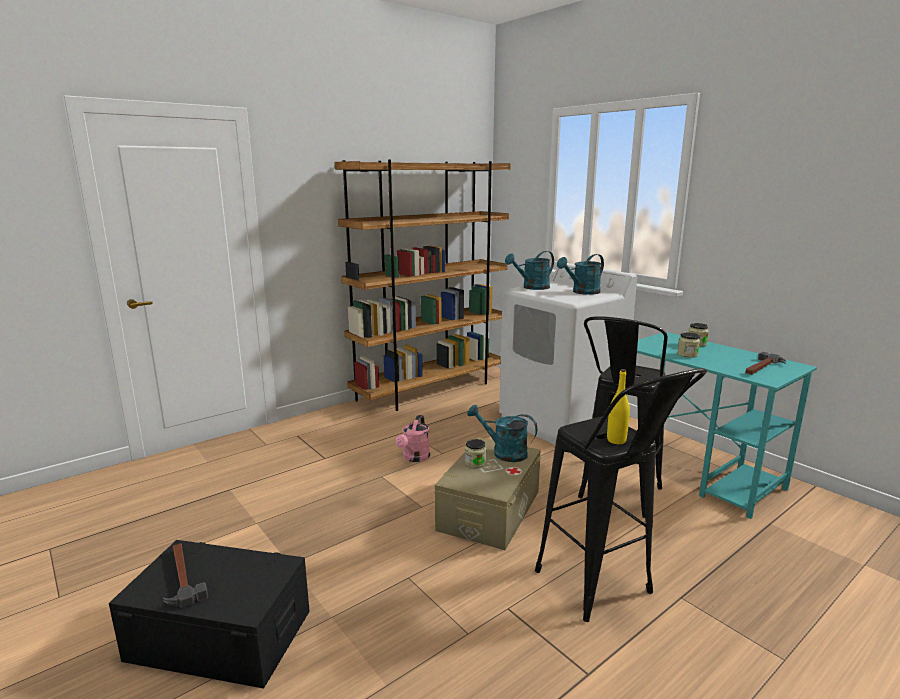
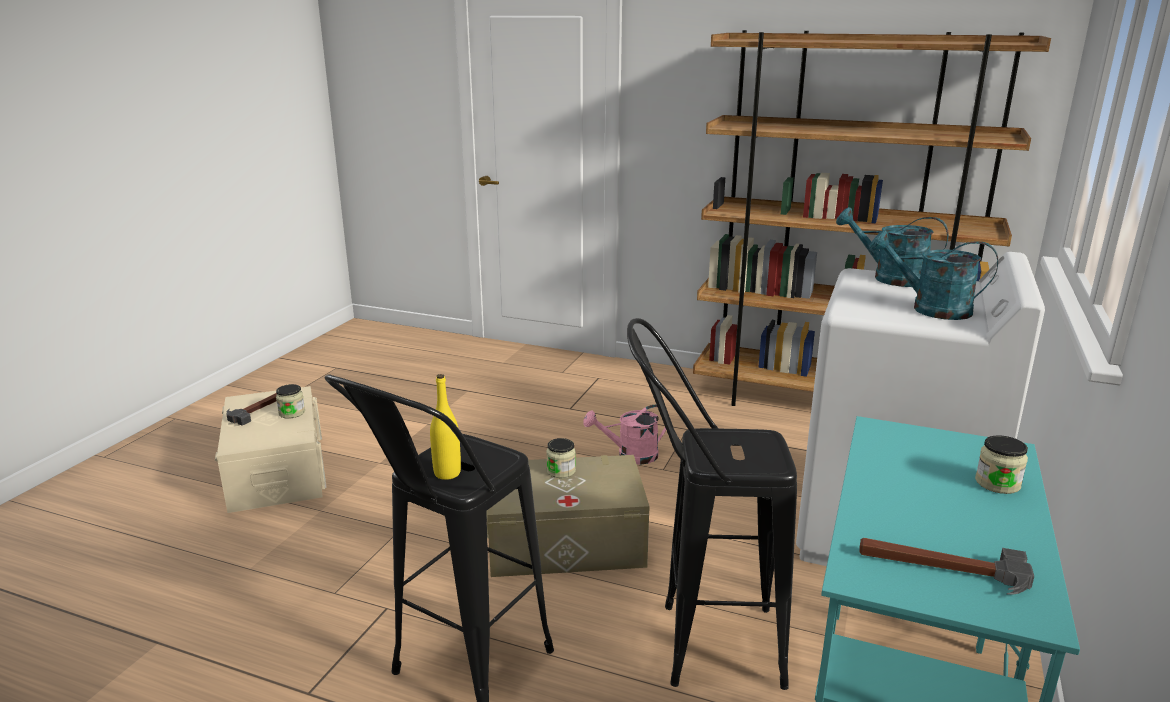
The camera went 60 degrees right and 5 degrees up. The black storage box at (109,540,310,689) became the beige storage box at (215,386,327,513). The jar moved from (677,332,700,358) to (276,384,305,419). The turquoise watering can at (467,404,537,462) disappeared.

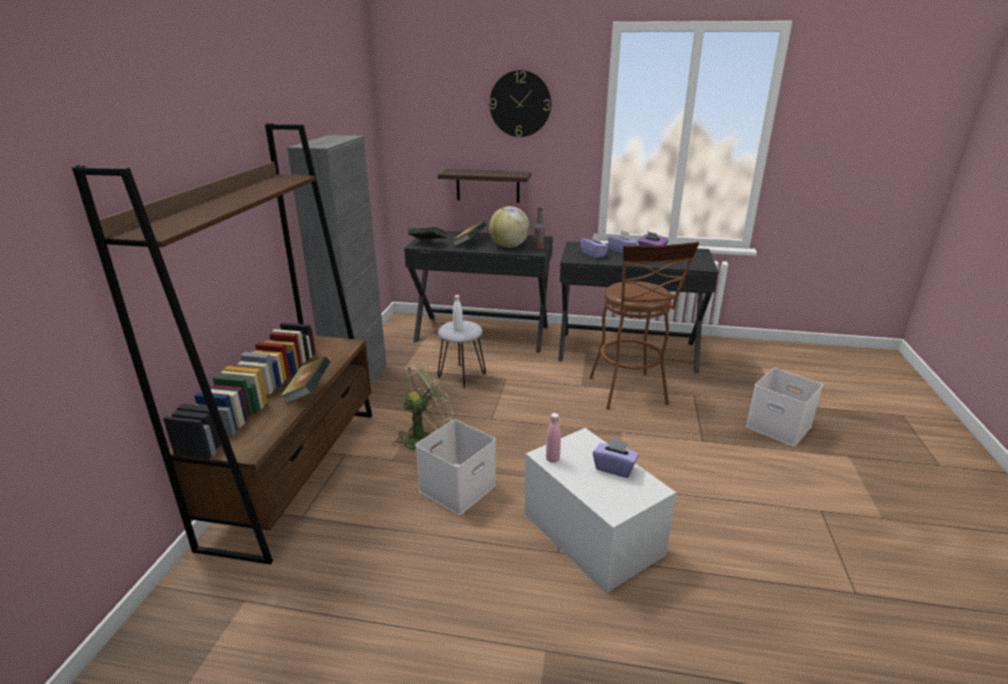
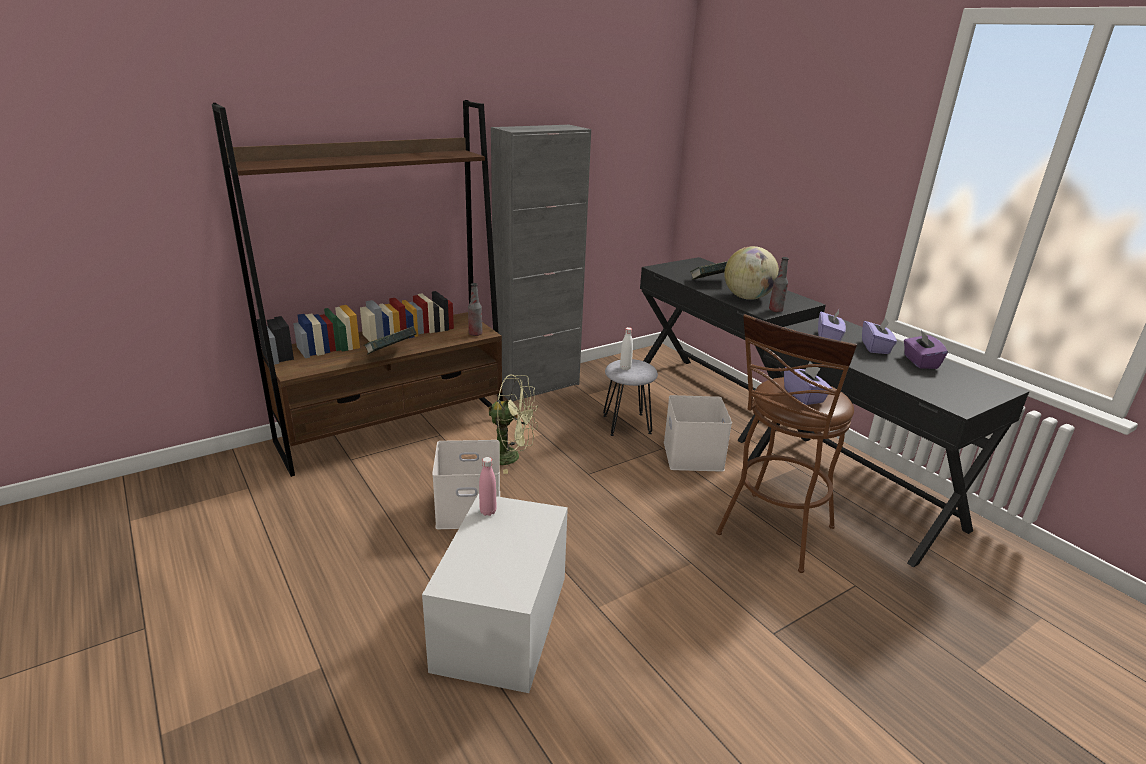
The camera went 45 degrees right and 0 degrees up. The bottle at (468,283,482,336) appeared. The white storage box moved from (746,368,823,446) to (664,395,732,472). The purple tissue box moved from (593,437,639,478) to (784,361,832,405). The book at (408,227,448,240) disappeared. The shelf at (438,169,531,203) disappeared. The wall clock at (489,70,551,137) disappeared.

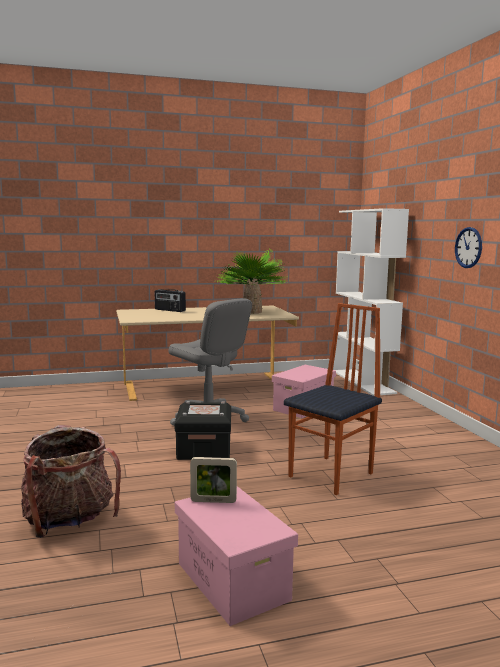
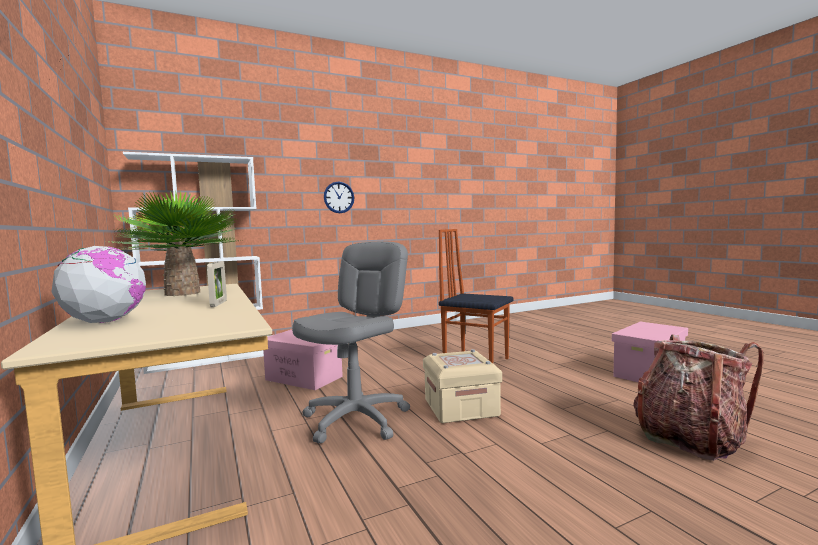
The camera went 100 degrees left and 5 degrees down. The radio at (155,289,186,312) was replaced by the globe at (51,246,147,323). The picture frame moved from (190,457,237,503) to (207,261,227,307). The black storage box at (175,401,231,460) became the beige storage box at (423,349,502,423).

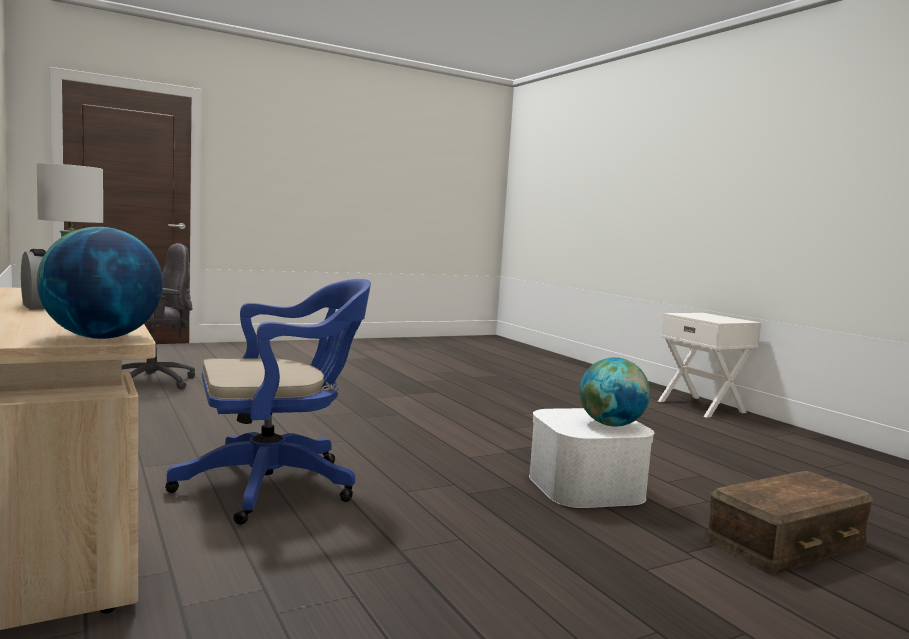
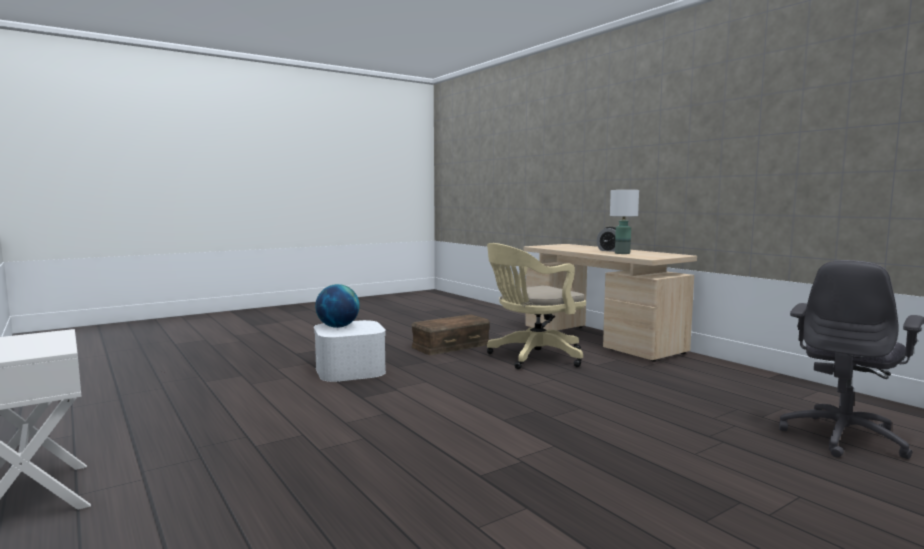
The camera went 175 degrees right and 0 degrees up. The brown storage box moved from (705,471,873,574) to (411,315,490,355). The blue office chair at (165,279,371,525) became the beige office chair at (487,243,586,369). The globe at (37,227,163,339) disappeared.

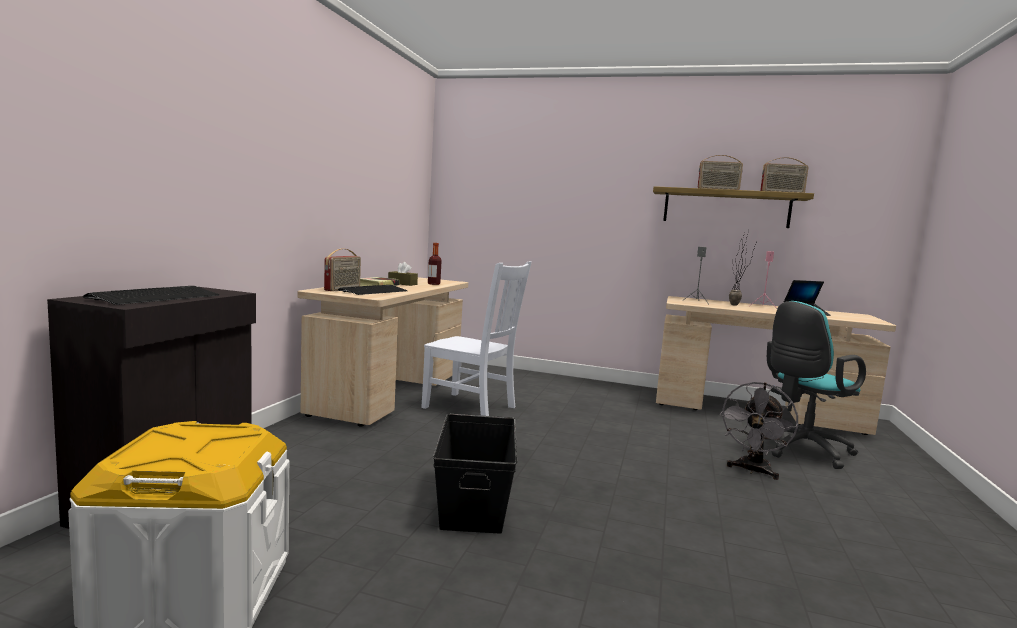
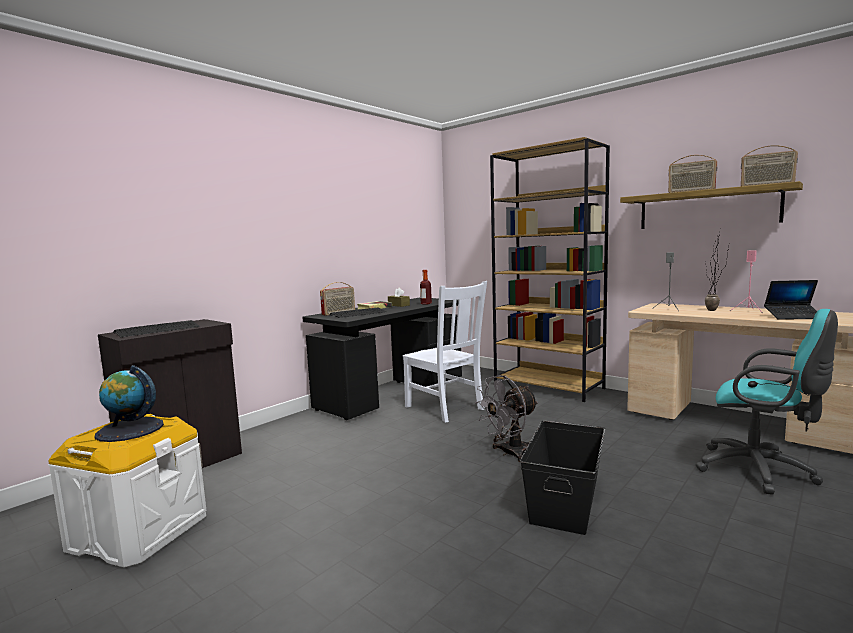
The camera went 25 degrees right and 0 degrees up. The globe at (94,365,164,442) appeared. The beige desk at (297,277,468,427) became the black desk at (302,298,462,420). The grey fan moved from (719,382,798,480) to (475,375,538,462). The brown bookcase at (490,137,610,402) appeared. The black storage box moved from (433,414,517,534) to (520,421,605,535). The turquoise office chair at (763,301,866,469) turned 135 degrees counterclockwise.

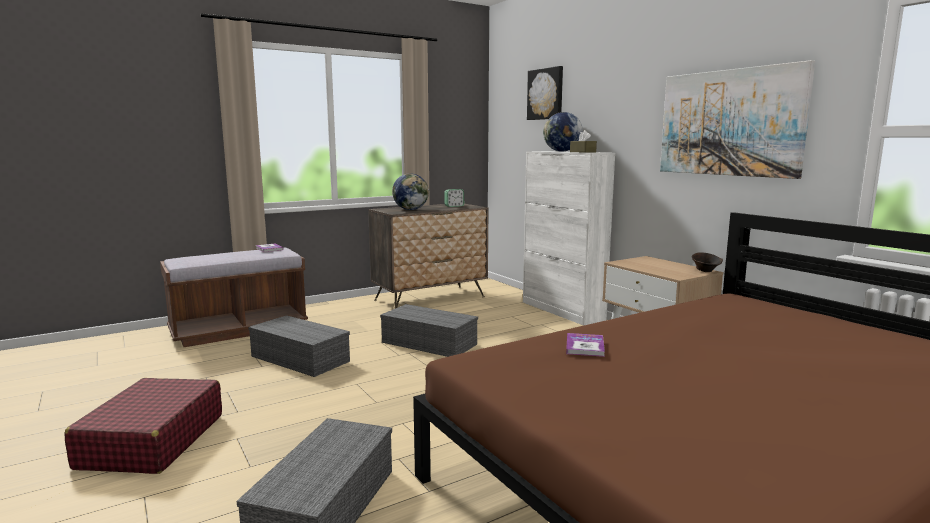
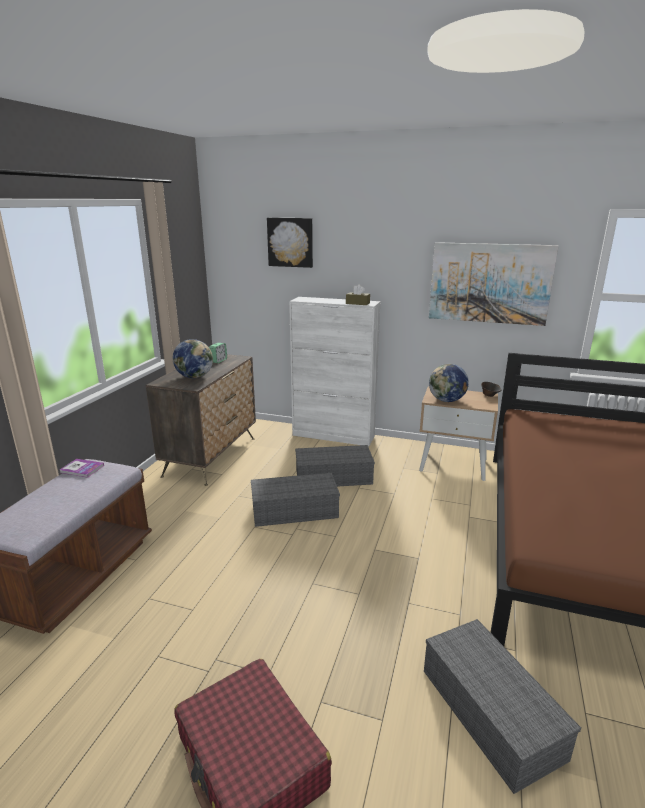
The camera went 40 degrees left and 10 degrees up. The grey storage box moved from (248,315,350,377) to (295,445,375,487). The globe moved from (543,112,583,152) to (429,364,469,402). The book at (566,333,605,357) disappeared.

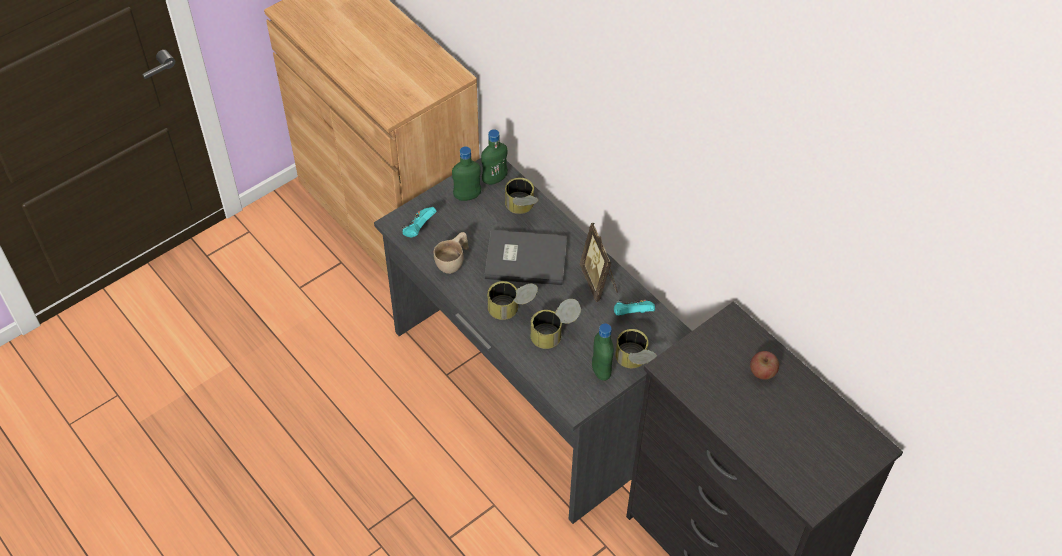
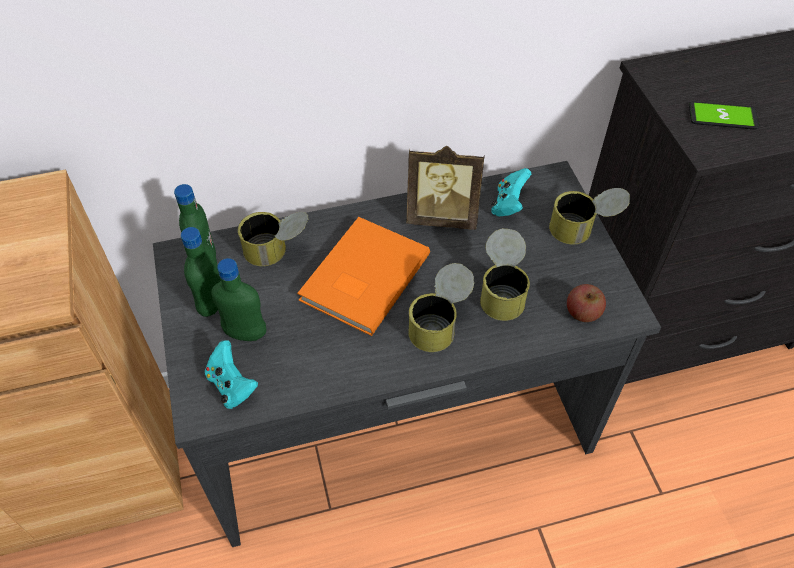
The camera went 65 degrees left and 0 degrees up. The green bottle moved from (592,323,614,381) to (211,258,266,341). The grey book at (485,230,567,285) became the orange book at (297,217,430,336). The apple moved from (750,351,779,380) to (567,284,606,322). The phone at (689,101,759,129) appeared. The beige cup at (434,232,469,274) disappeared.

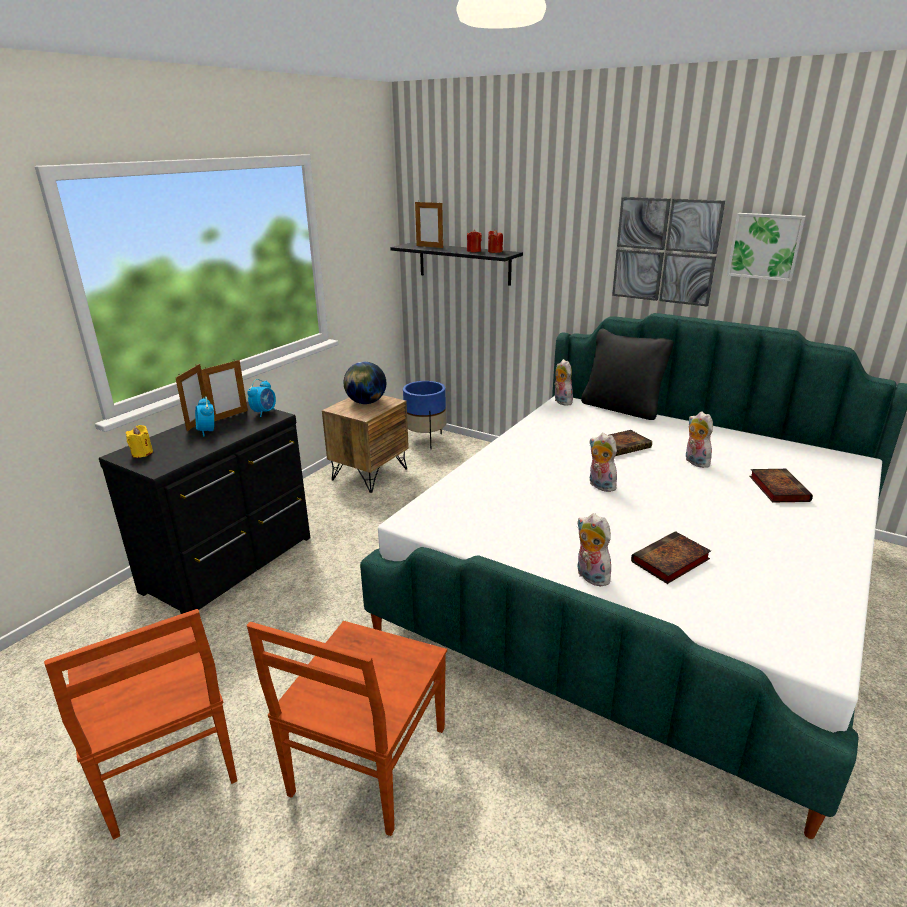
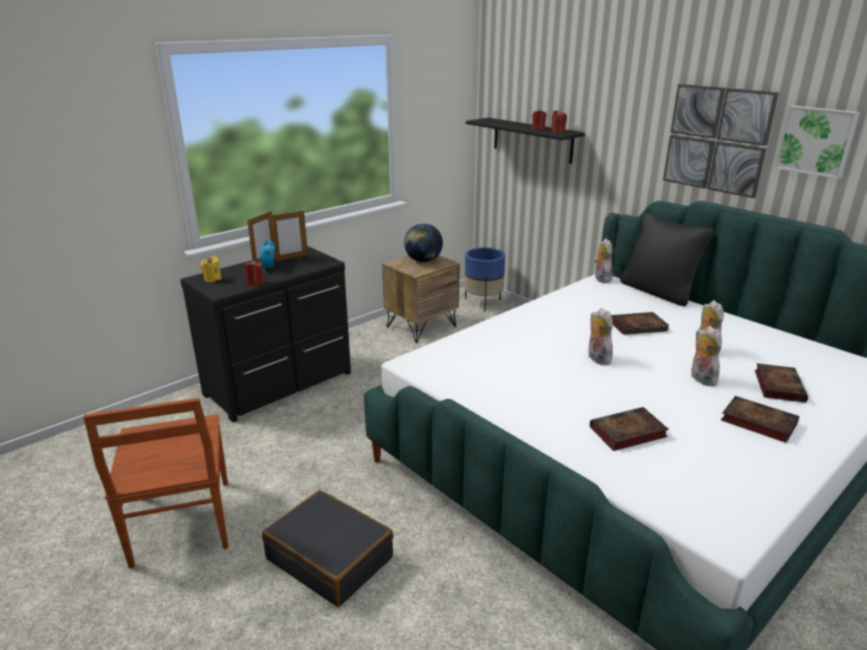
The camera went 15 degrees right and 0 degrees up. The red candle at (245,260,264,286) appeared. The brown chair at (247,621,447,836) was replaced by the black suitcase at (262,490,394,607). The plush toy moved from (577,513,611,586) to (691,326,722,386). The book at (721,396,799,443) appeared. The alarm clock at (247,379,276,417) disappeared. The picture frame at (415,200,443,248) disappeared.

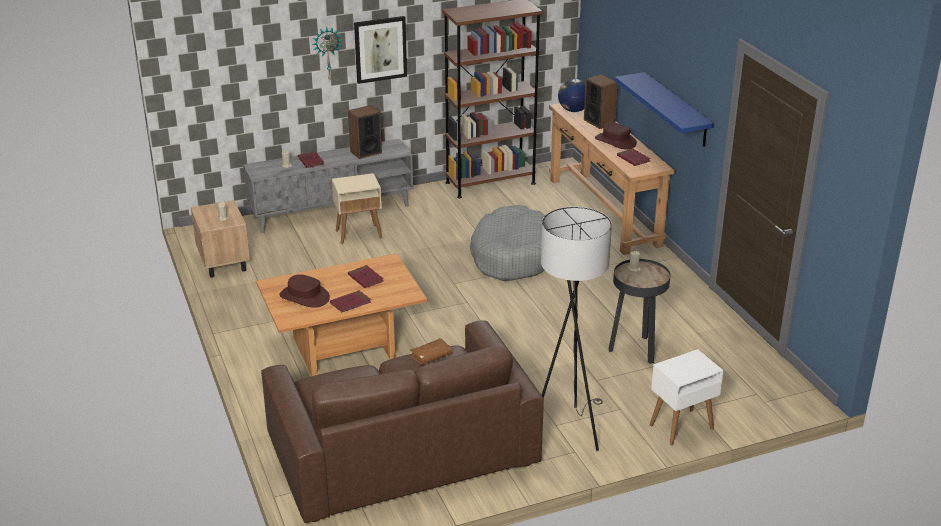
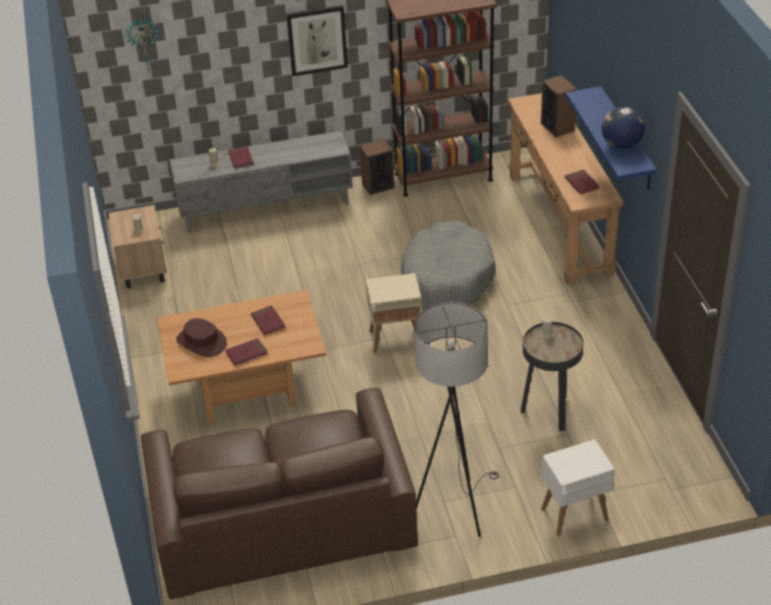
The camera went 10 degrees right and 10 degrees up. The wall clock moved from (312,27,343,80) to (125,17,160,72). The speaker moved from (348,105,382,159) to (360,139,395,195). The beige side table moved from (332,173,382,244) to (366,273,422,353). The globe moved from (558,79,586,112) to (602,107,645,150). The brown book at (410,338,453,365) disappeared. The brown hat at (595,122,637,149) disappeared.

